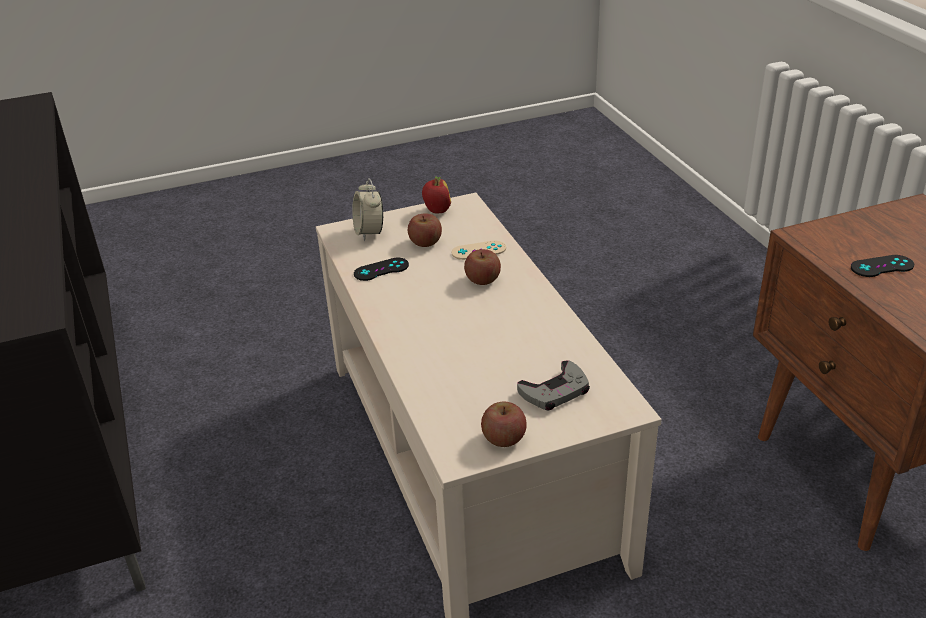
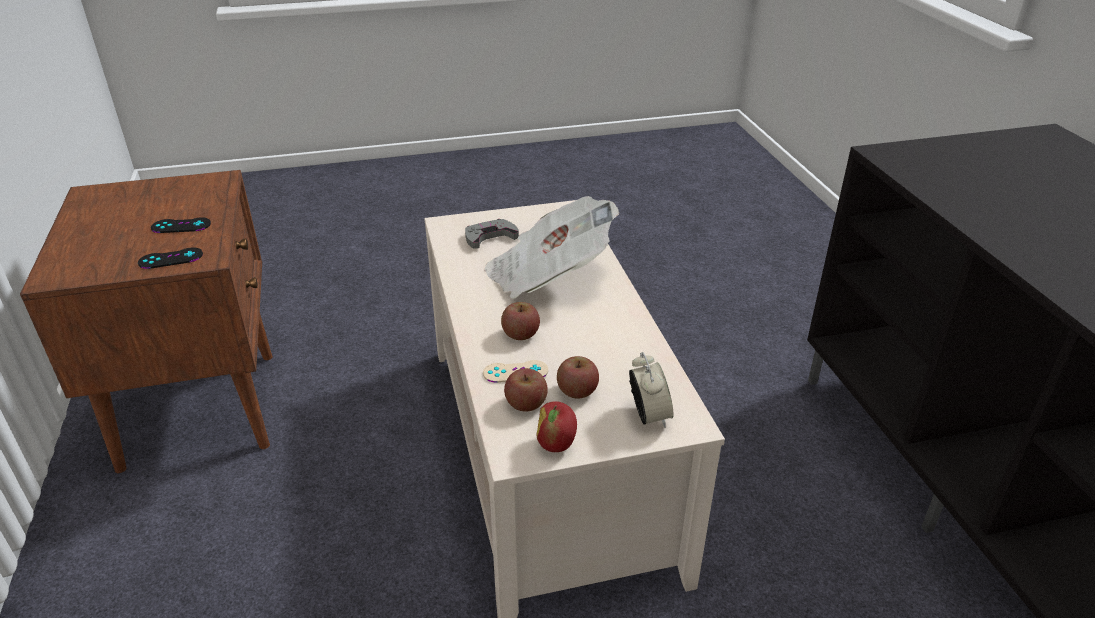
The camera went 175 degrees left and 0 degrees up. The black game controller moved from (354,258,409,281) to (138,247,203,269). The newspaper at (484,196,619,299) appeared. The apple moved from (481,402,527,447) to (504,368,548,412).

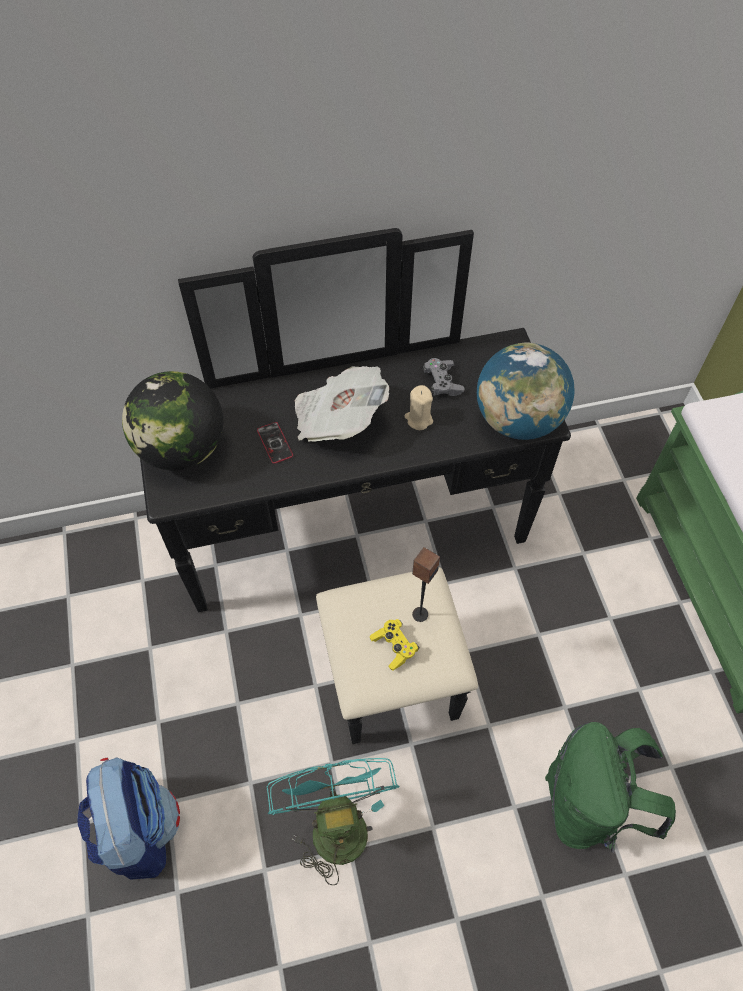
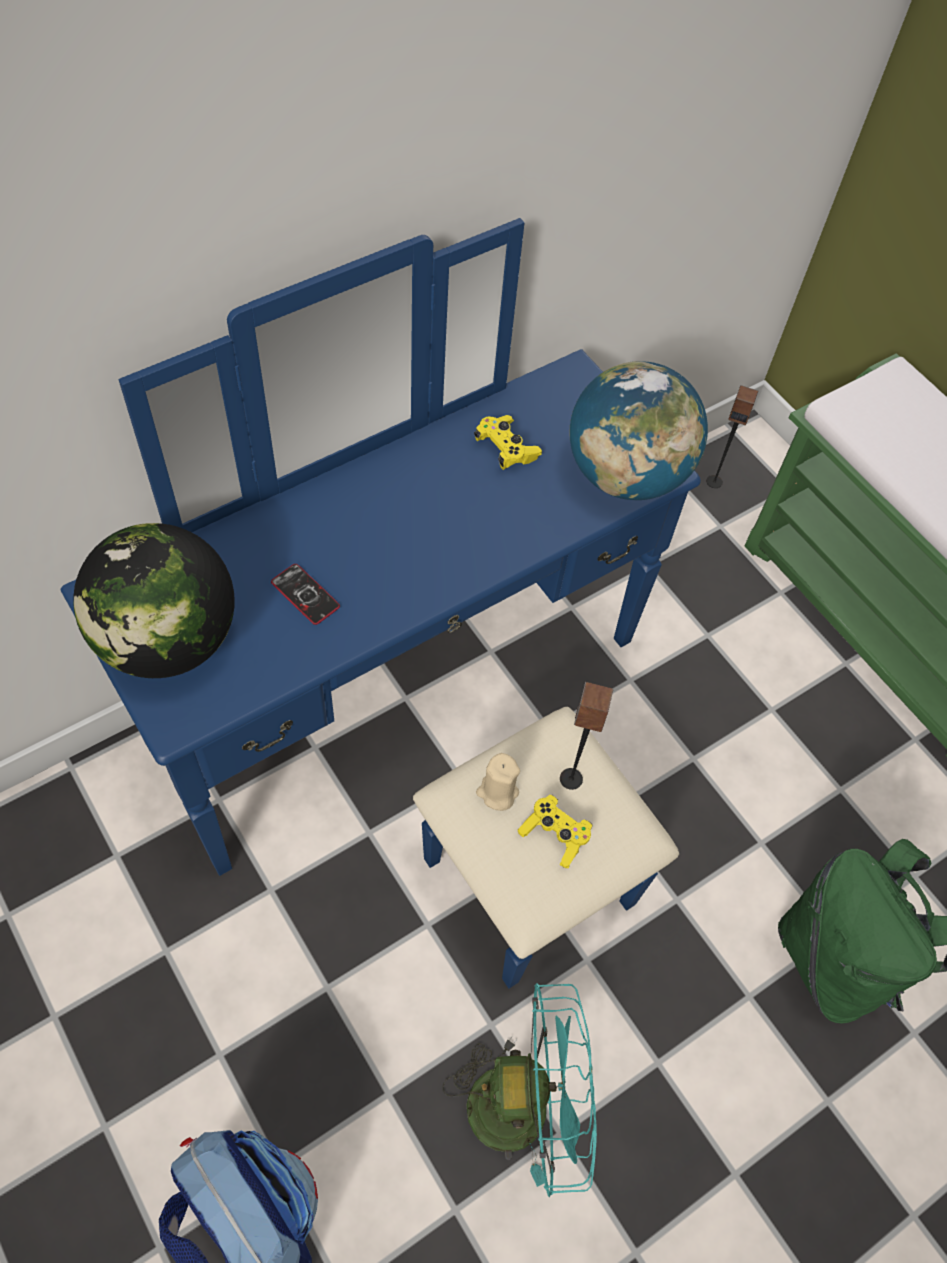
The camera went 25 degrees left and 0 degrees up. The black dresser at (140,228,571,744) became the blue dresser at (60,218,701,989). The turquoise fan at (267,758,400,885) turned 120 degrees clockwise. The grey game controller at (423,358,465,396) became the yellow game controller at (474,415,542,470). The beige candle moved from (404,385,433,430) to (476,753,520,811). The speaker at (706,385,758,488) appeared. The newspaper at (295,366,389,442) disappeared.

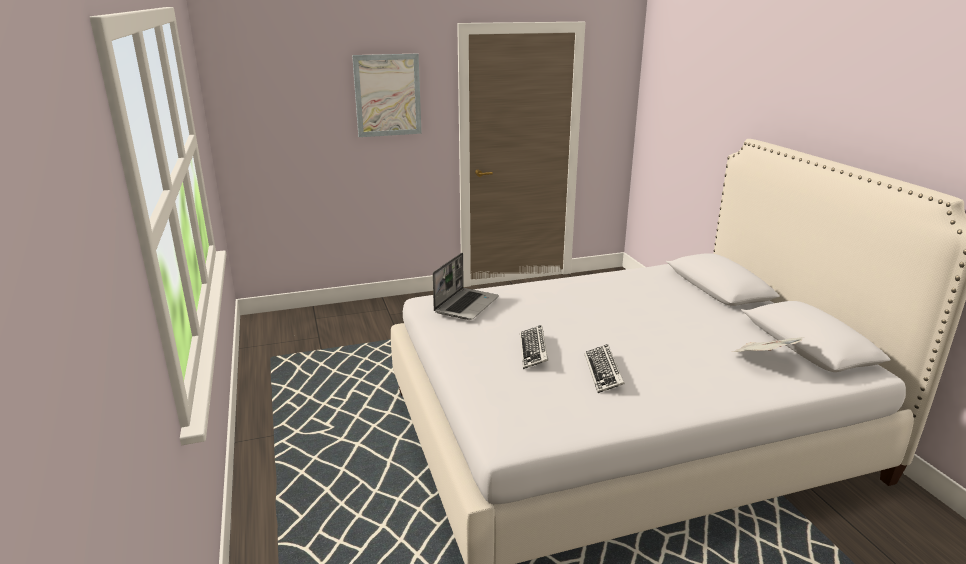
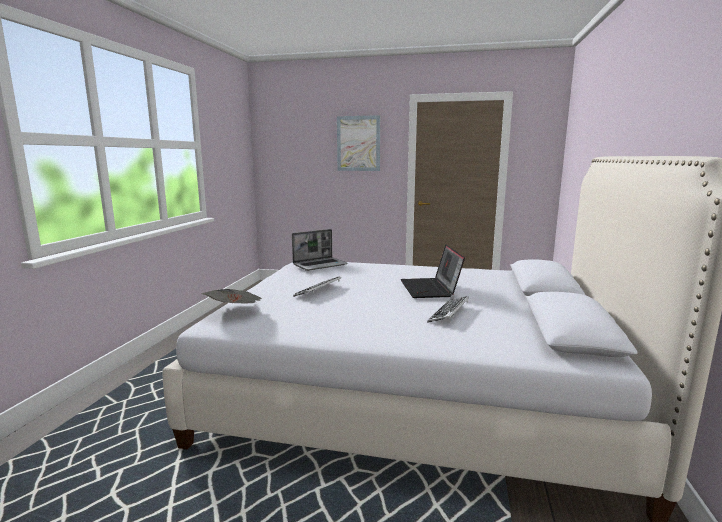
The camera went 30 degrees right and 10 degrees down. The newspaper moved from (732,337,804,352) to (202,289,262,303). The laptop at (401,245,465,298) appeared. The keyboard moved from (585,344,625,393) to (427,296,469,323).

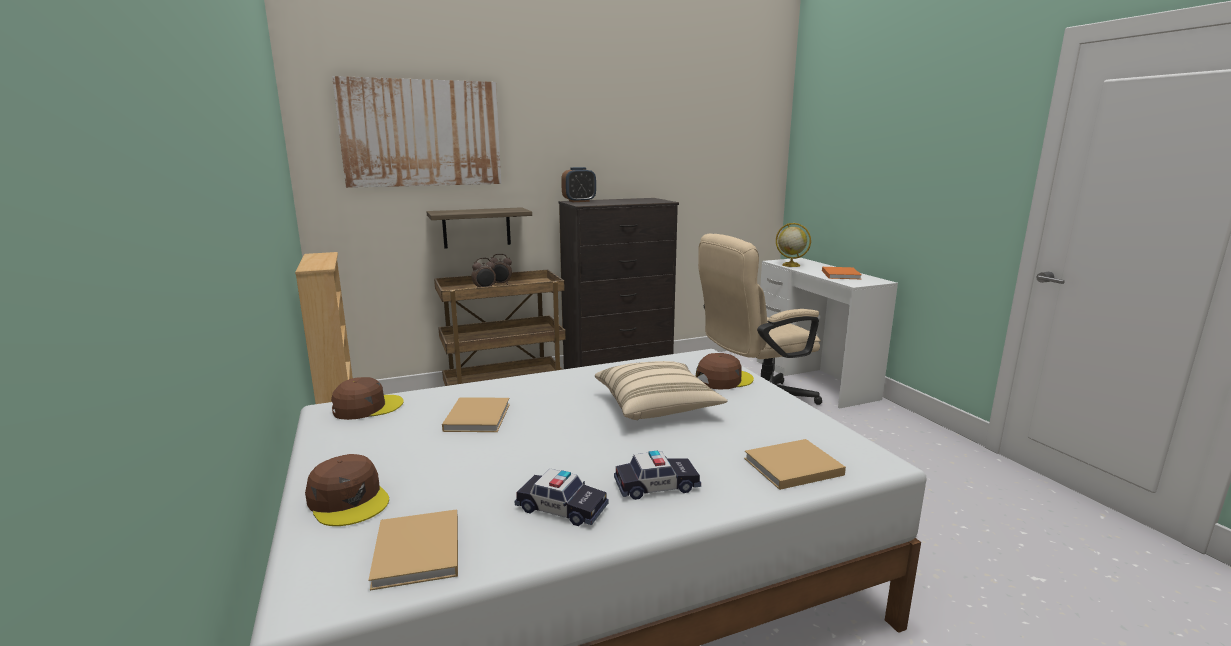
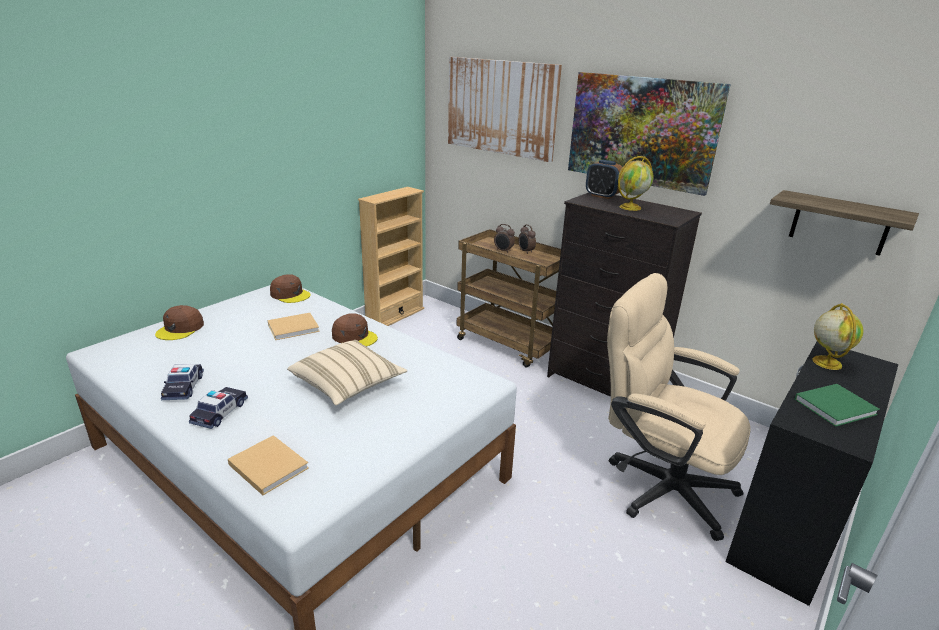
The camera went 60 degrees right and 10 degrees up. The toy car at (614,450,701,500) turned 120 degrees counterclockwise. The brown cap moved from (696,353,754,390) to (332,313,378,347). The picture at (568,72,731,196) appeared. The globe at (618,156,653,211) appeared. The white desk at (757,258,898,408) became the black desk at (725,341,898,606). The shelf moved from (427,207,532,249) to (770,190,919,256). The orange book at (822,267,862,279) became the green book at (795,384,880,427). The beige book at (369,509,458,591) disappeared.

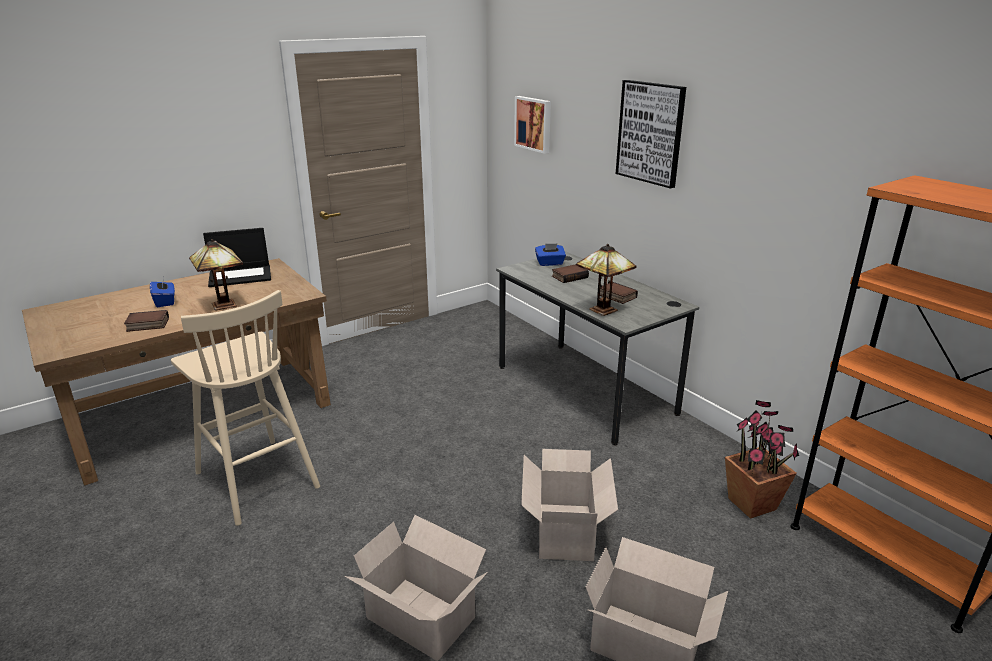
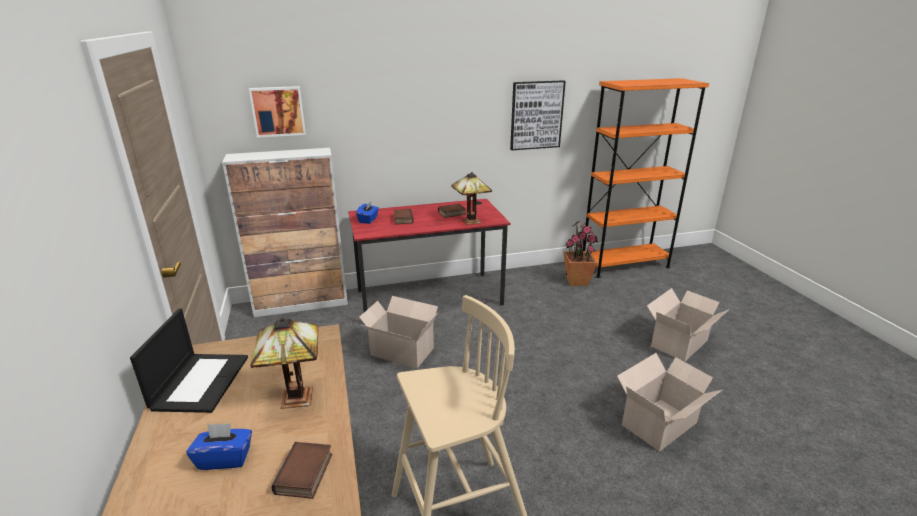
The camera went 70 degrees left and 0 degrees up. The cabinet at (222,148,348,317) appeared. The grey desk at (496,251,699,445) became the red desk at (348,199,511,312). The cardboard box moved from (521,449,618,561) to (359,296,438,368). The picture moved from (616,80,686,189) to (510,80,566,150).

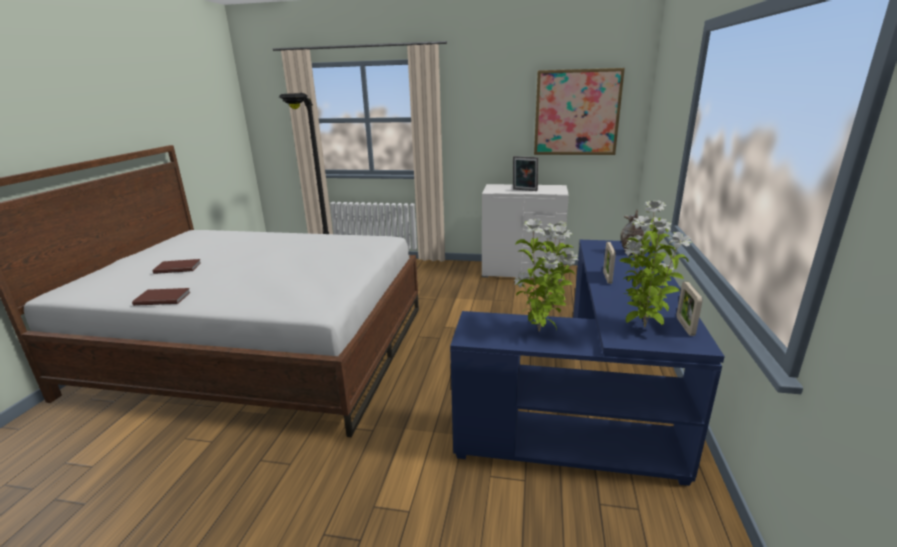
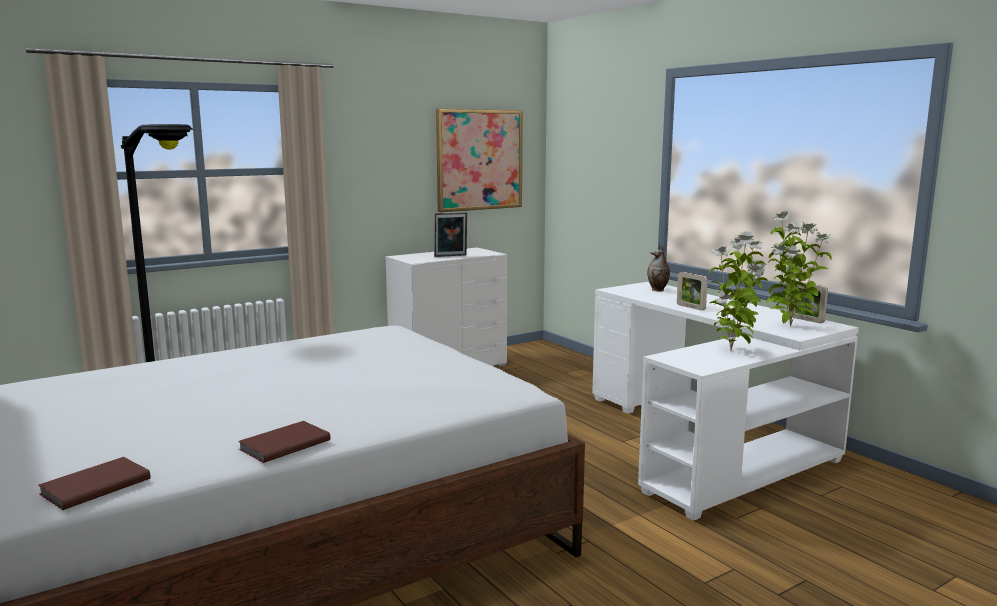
The camera went 45 degrees left and 10 degrees down. The brown book moved from (153,259,201,274) to (38,457,151,510). The blue desk at (450,240,725,486) became the white desk at (592,282,859,521).

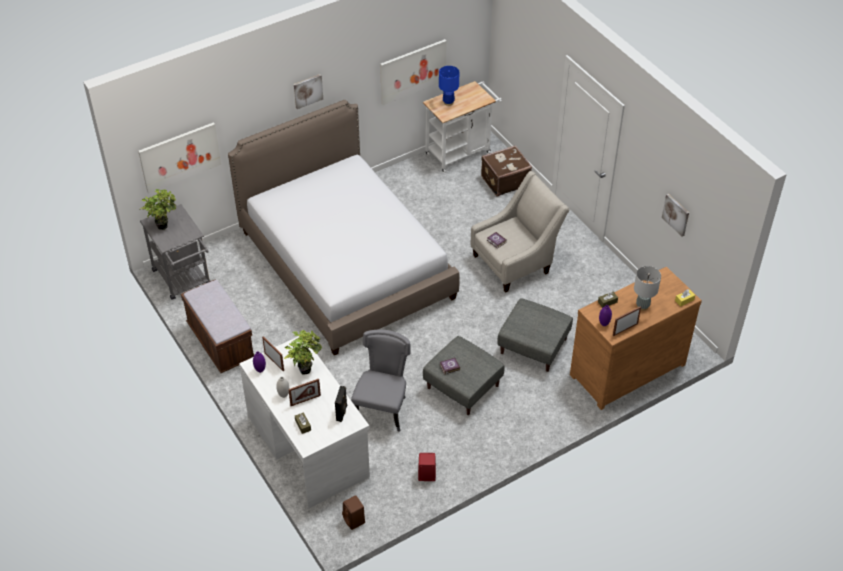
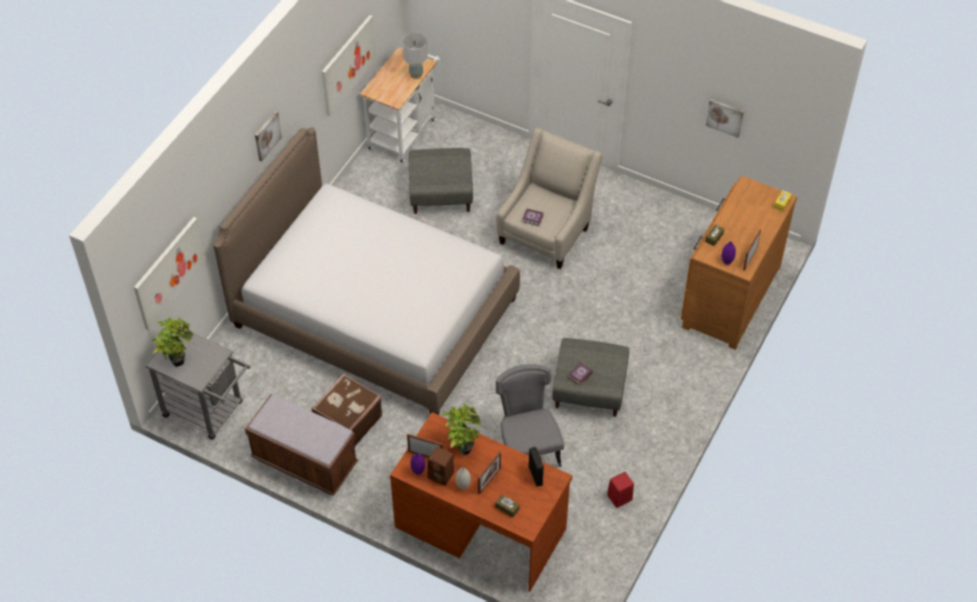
The camera went 30 degrees left and 5 degrees up. The brown suitcase moved from (481,145,532,196) to (311,373,382,446). The white desk at (239,336,370,508) became the brown desk at (390,412,572,592). The grey table lamp moved from (634,266,661,311) to (402,33,428,79). The grey ottoman moved from (497,298,573,372) to (408,148,473,214). The brown speaker moved from (342,495,365,530) to (427,447,454,486). The blue table lamp at (439,66,459,106) disappeared.

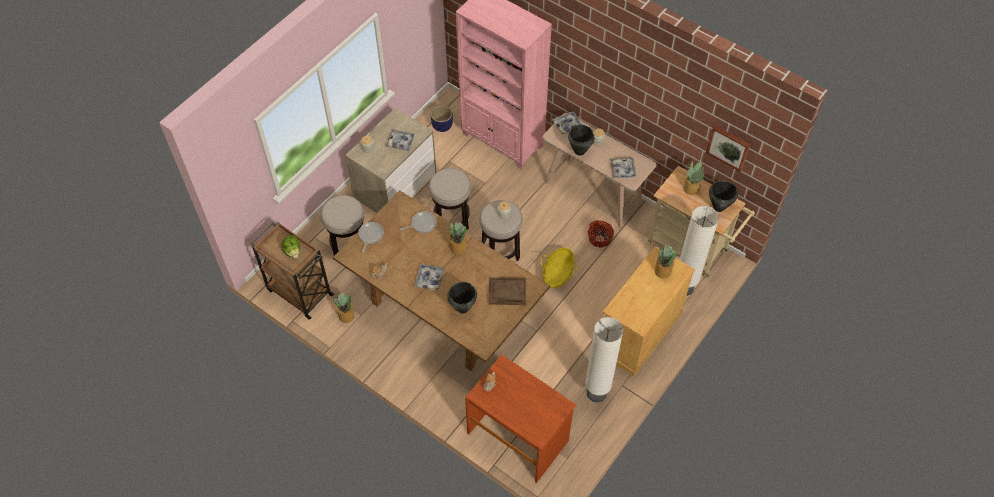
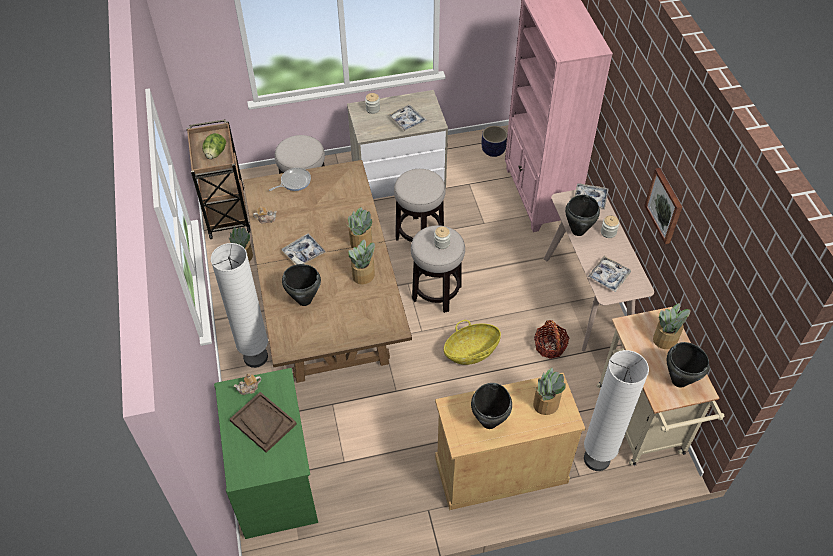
The camera went 40 degrees right and 5 degrees down. The white floor lamp moved from (585,317,623,402) to (211,243,268,368). The brown desk at (465,354,576,483) became the green desk at (214,368,318,539). The brown tray moved from (489,277,526,305) to (230,392,297,453). The potted plant at (349,239,375,285) appeared. The black cooking pot at (471,383,512,429) appeared. The picture moved from (706,125,750,172) to (644,168,682,244). The frying pan at (400,211,437,233) disappeared.

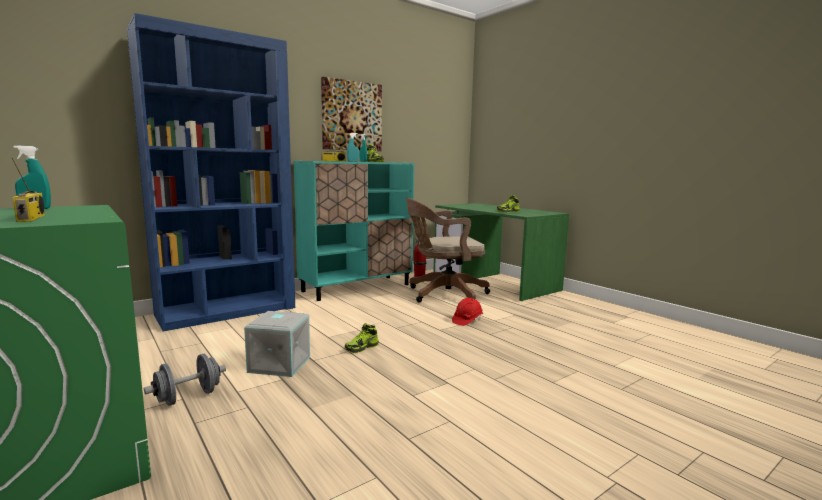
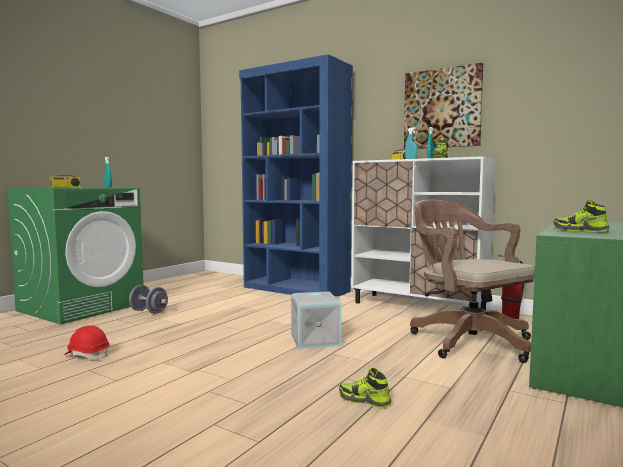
The camera went 70 degrees right and 5 degrees down. The red hard hat moved from (452,298,483,326) to (64,325,110,360). The grey storage box moved from (244,311,310,377) to (291,291,341,349). The shoe moved from (345,323,379,353) to (339,368,391,408). The turquoise cabinet at (293,161,414,301) became the white cabinet at (352,156,496,310).

